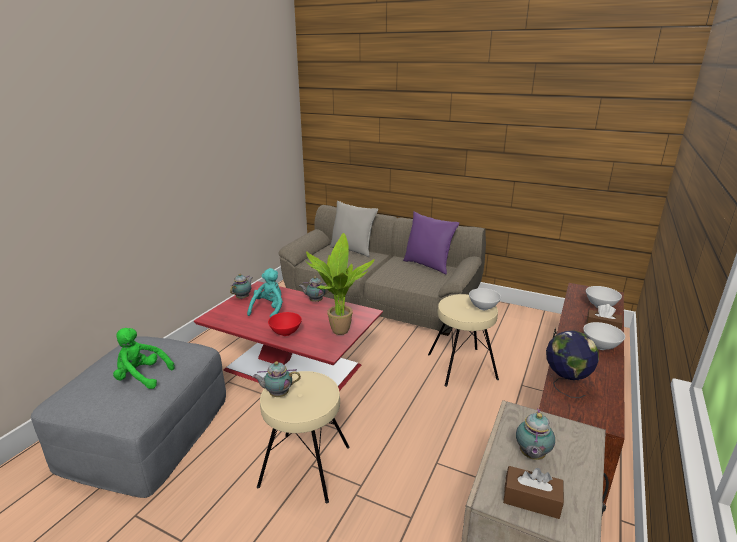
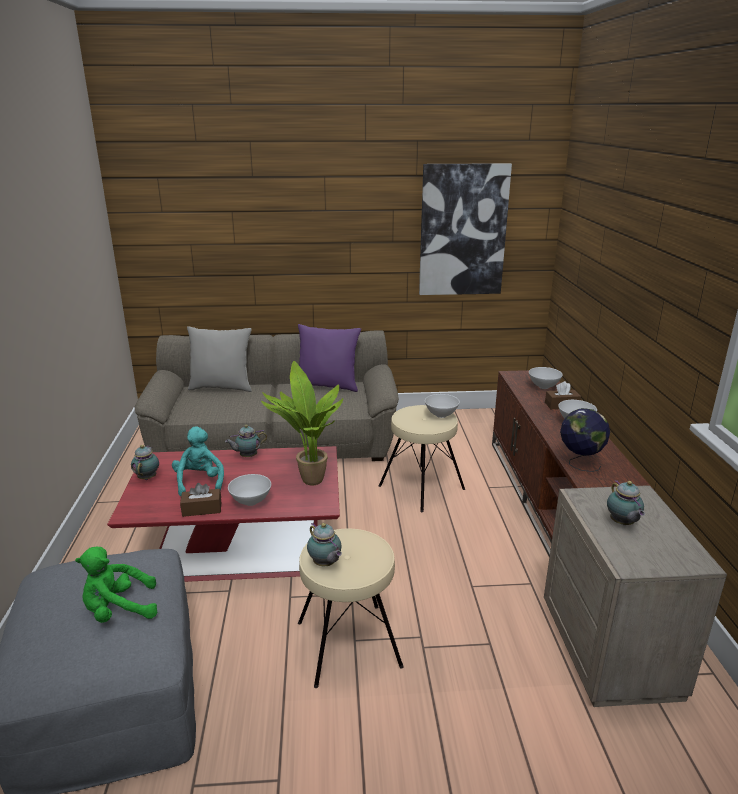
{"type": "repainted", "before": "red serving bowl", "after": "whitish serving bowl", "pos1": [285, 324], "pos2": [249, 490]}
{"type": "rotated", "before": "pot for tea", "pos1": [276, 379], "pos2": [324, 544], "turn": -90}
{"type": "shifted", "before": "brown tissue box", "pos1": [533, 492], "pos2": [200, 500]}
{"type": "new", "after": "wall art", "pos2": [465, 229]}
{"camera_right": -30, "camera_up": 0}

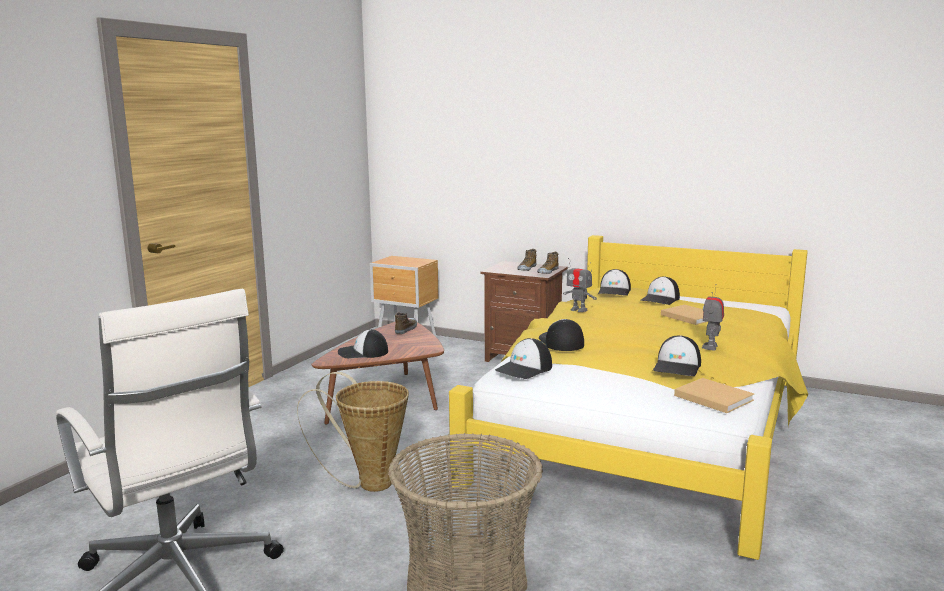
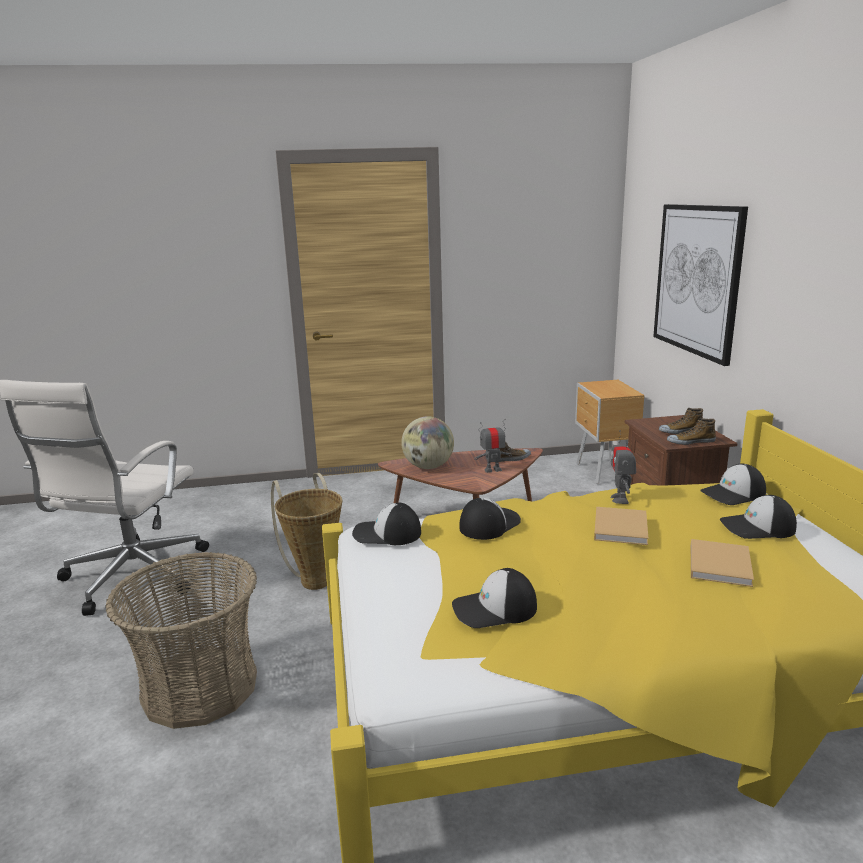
{"type": "shifted", "before": "robot figure", "pos1": [713, 317], "pos2": [493, 446]}
{"type": "swapped", "before": "baseball cap", "after": "globe", "pos1": [363, 343], "pos2": [427, 442]}
{"type": "shifted", "before": "sand-coloured bound book", "pos1": [714, 395], "pos2": [621, 526]}
{"type": "new", "after": "wall art", "pos2": [700, 285]}
{"camera_right": 55, "camera_up": 5}

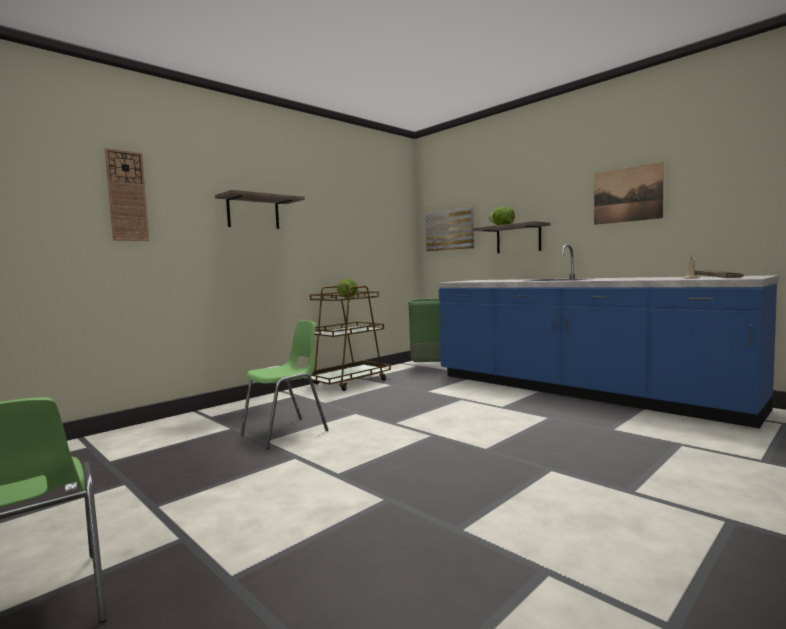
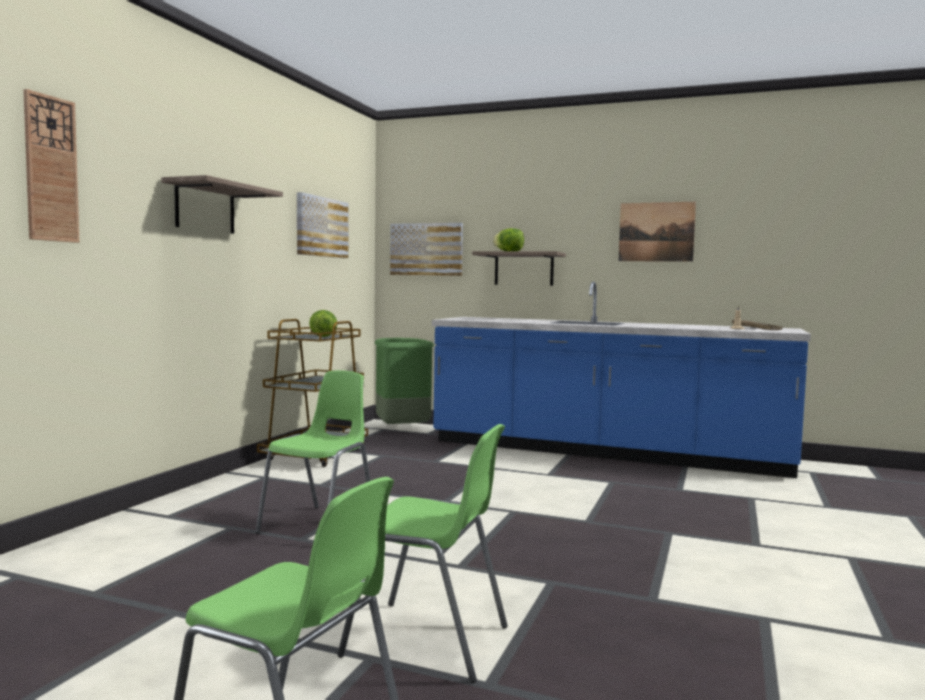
{"type": "new", "after": "wall art", "pos2": [323, 225]}
{"type": "new", "after": "green plain chair", "pos2": [422, 553]}
{"camera_right": -25, "camera_up": 0}

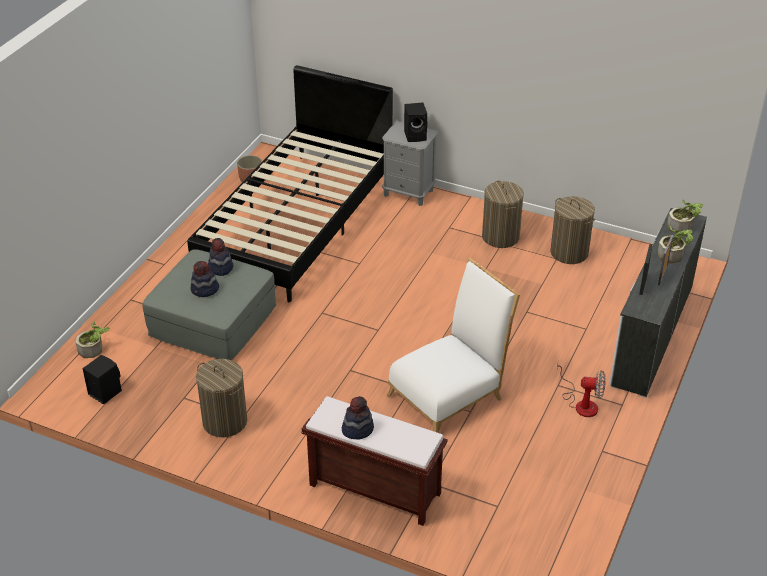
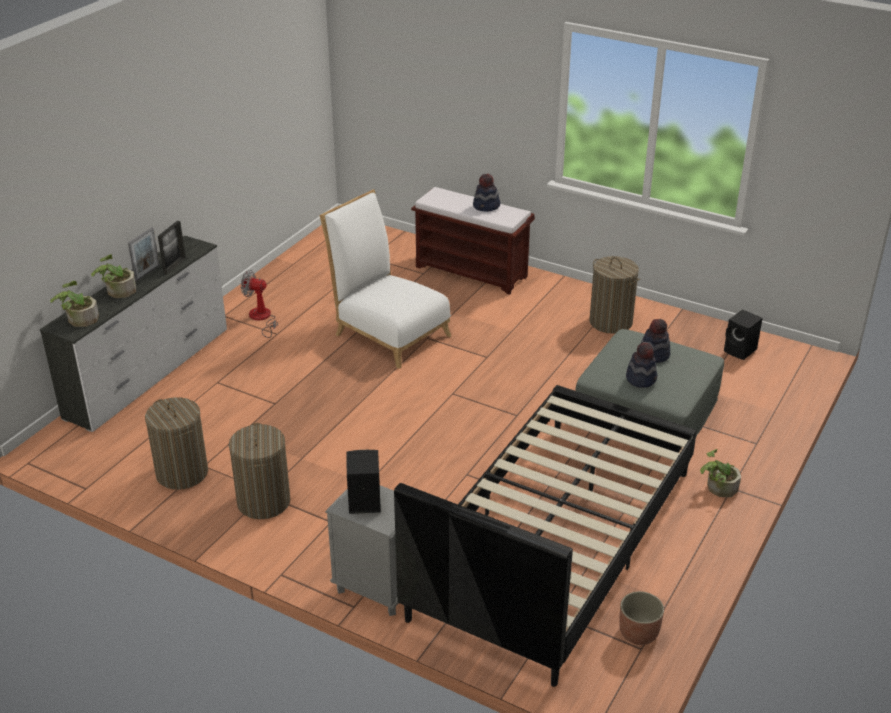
{"type": "rotated", "before": "whitish plain chair", "pos1": [453, 345], "pos2": [385, 279], "turn": 75}
{"type": "shifted", "before": "potted plant", "pos1": [93, 340], "pos2": [720, 473]}
{"camera_right": -175, "camera_up": -5}

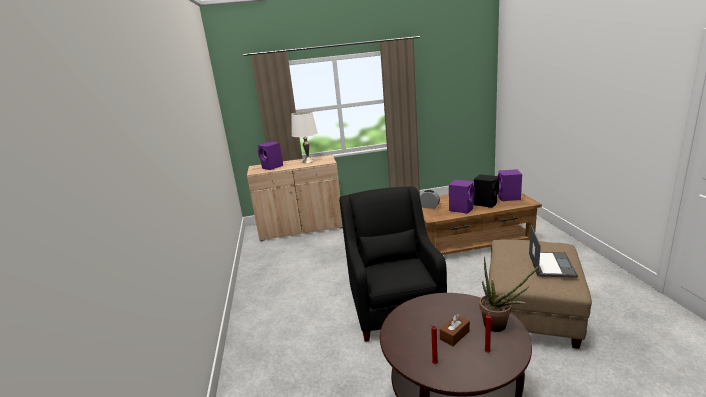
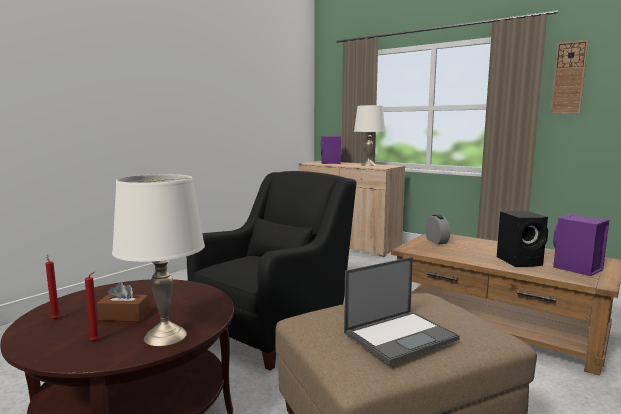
{"type": "gone", "before": "purple-coloured audio speaker", "pos1": [462, 197]}
{"type": "swapped", "before": "potted plant", "after": "whitish table lamp", "pos1": [509, 294], "pos2": [158, 260]}
{"type": "new", "after": "wall clock", "pos2": [569, 77]}
{"camera_right": 45, "camera_up": -10}

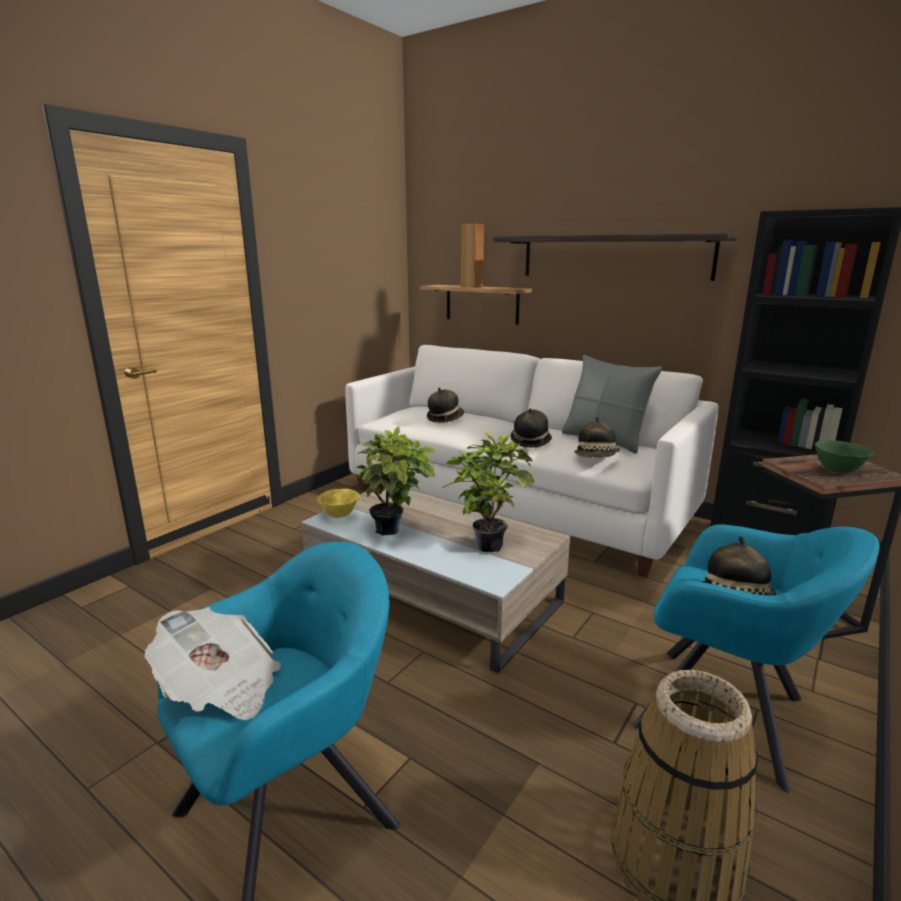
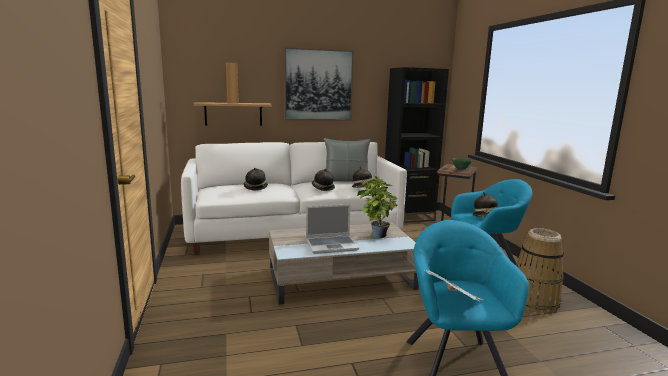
{"type": "swapped", "before": "wall shelf", "after": "wall art", "pos1": [616, 257], "pos2": [319, 83]}
{"type": "swapped", "before": "potted plant", "after": "notebook computer", "pos1": [396, 481], "pos2": [332, 229]}
{"type": "gone", "before": "yellow-coloured serving bowl", "pos1": [338, 503]}
{"camera_right": -50, "camera_up": -5}

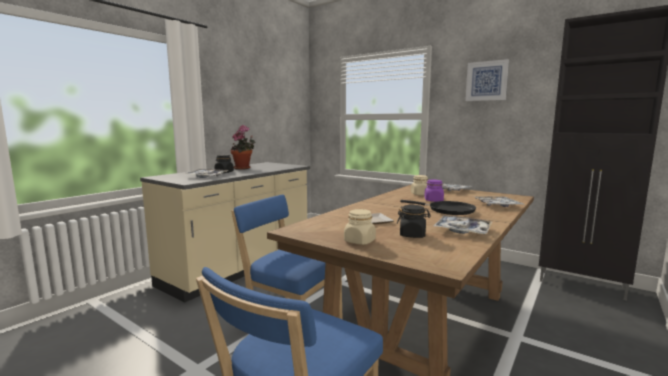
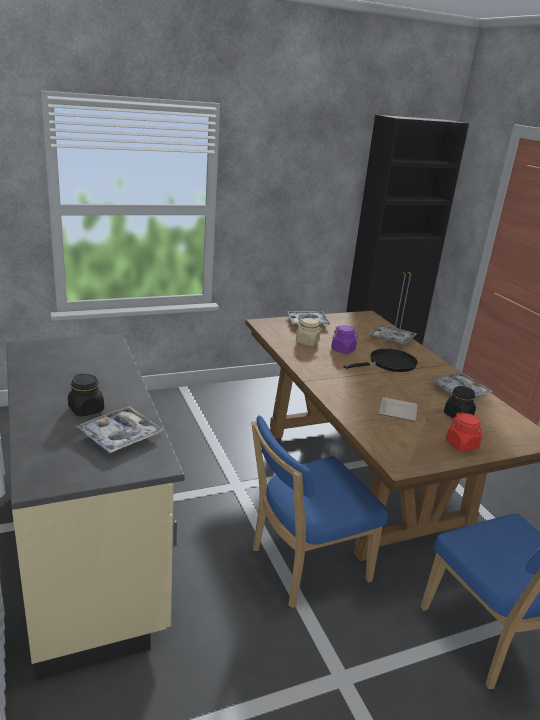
{"type": "gone", "before": "wall art", "pos1": [487, 80]}
{"type": "gone", "before": "potted plant", "pos1": [243, 147]}
{"type": "repainted", "before": "sand-coloured jar", "after": "red jar", "pos1": [360, 227], "pos2": [464, 432]}
{"camera_right": -60, "camera_up": 15}

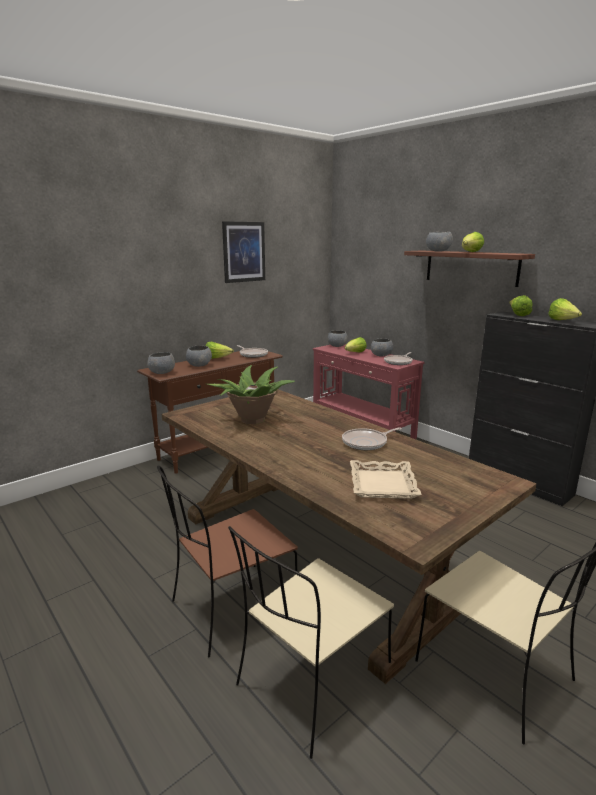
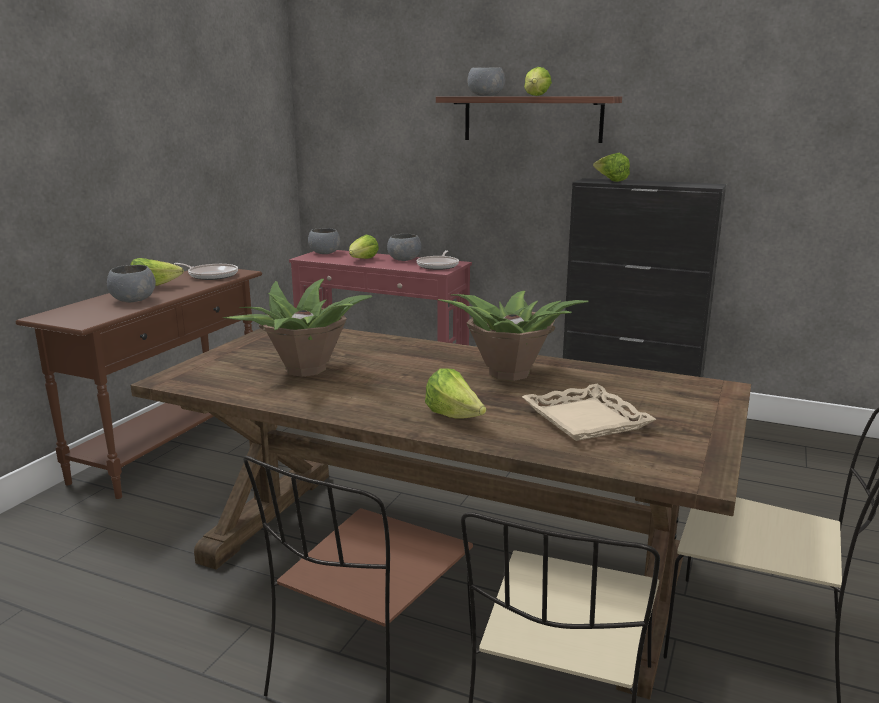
{"type": "gone", "before": "wall art", "pos1": [243, 252]}
{"type": "shifted", "before": "head of lettuce", "pos1": [565, 309], "pos2": [455, 393]}
{"type": "gone", "before": "gray serving bowl", "pos1": [161, 363]}
{"type": "swapped", "before": "pan", "after": "potted plant", "pos1": [372, 438], "pos2": [513, 336]}
{"camera_right": -25, "camera_up": 0}

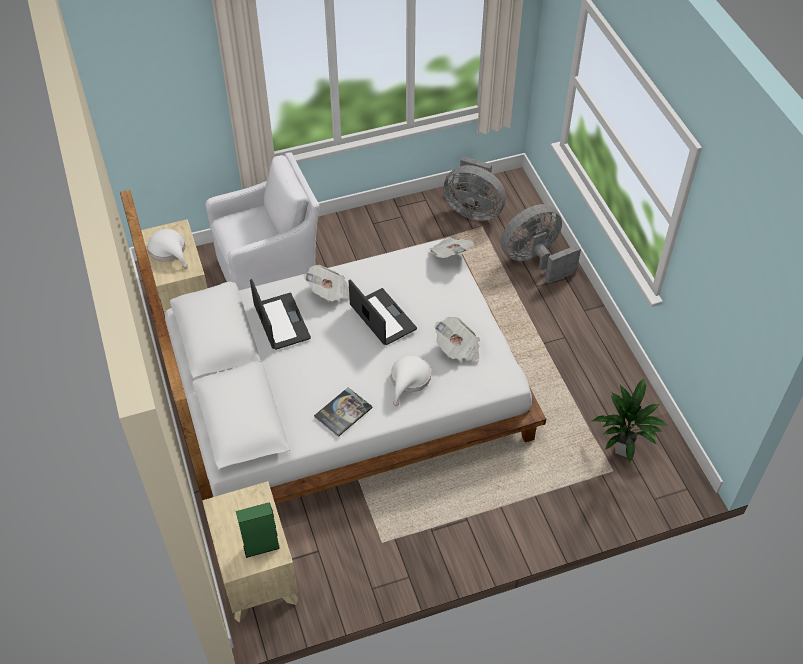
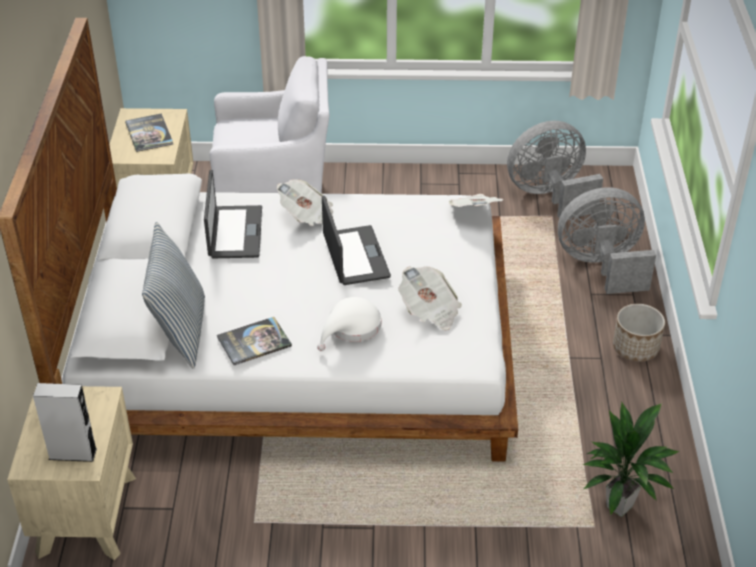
{"type": "rotated", "before": "gray electric fan", "pos1": [474, 188], "pos2": [555, 169], "turn": 120}
{"type": "swapped", "before": "whitish hat", "after": "bound book", "pos1": [167, 249], "pos2": [149, 132]}
{"type": "repainted", "before": "green audio speaker", "after": "gray audio speaker", "pos1": [258, 530], "pos2": [65, 422]}
{"type": "new", "after": "throw pillow", "pos2": [173, 295]}
{"type": "new", "after": "planter", "pos2": [639, 333]}
{"camera_right": 20, "camera_up": -10}

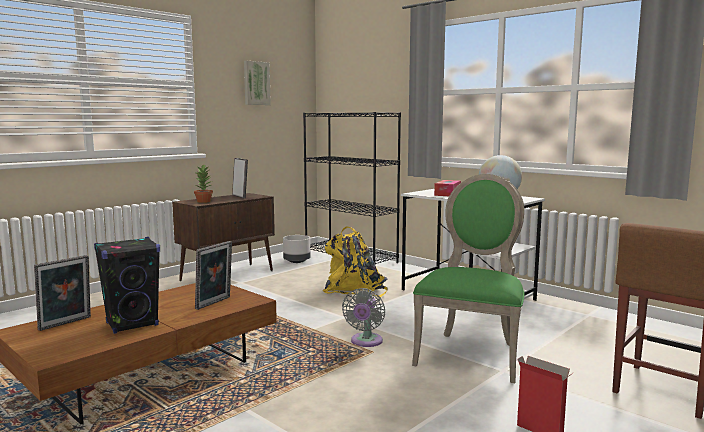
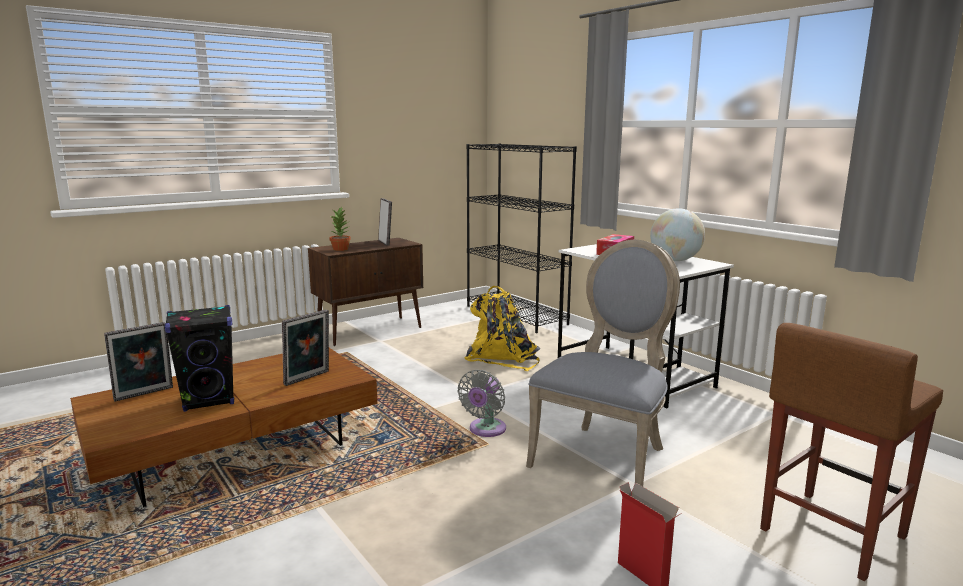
{"type": "gone", "before": "wall art", "pos1": [257, 82]}
{"type": "repainted", "before": "green plain chair", "after": "gray plain chair", "pos1": [468, 278], "pos2": [603, 363]}
{"type": "gone", "before": "gray planter", "pos1": [296, 249]}
{"camera_right": 10, "camera_up": 5}

